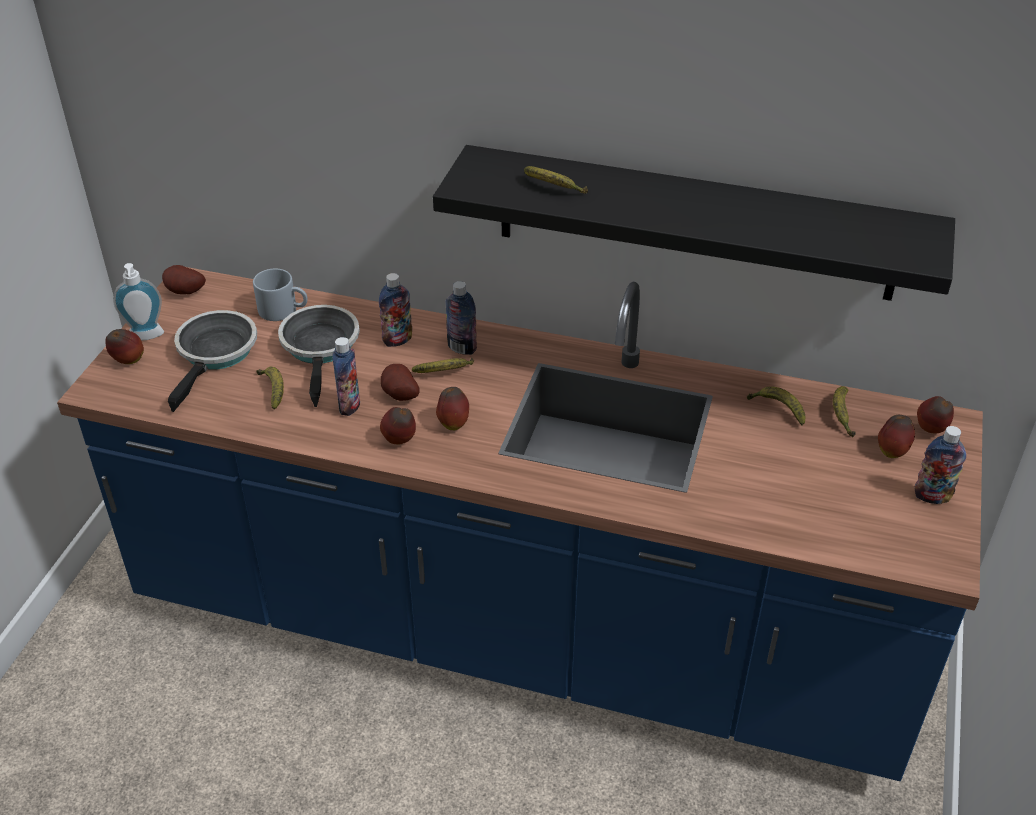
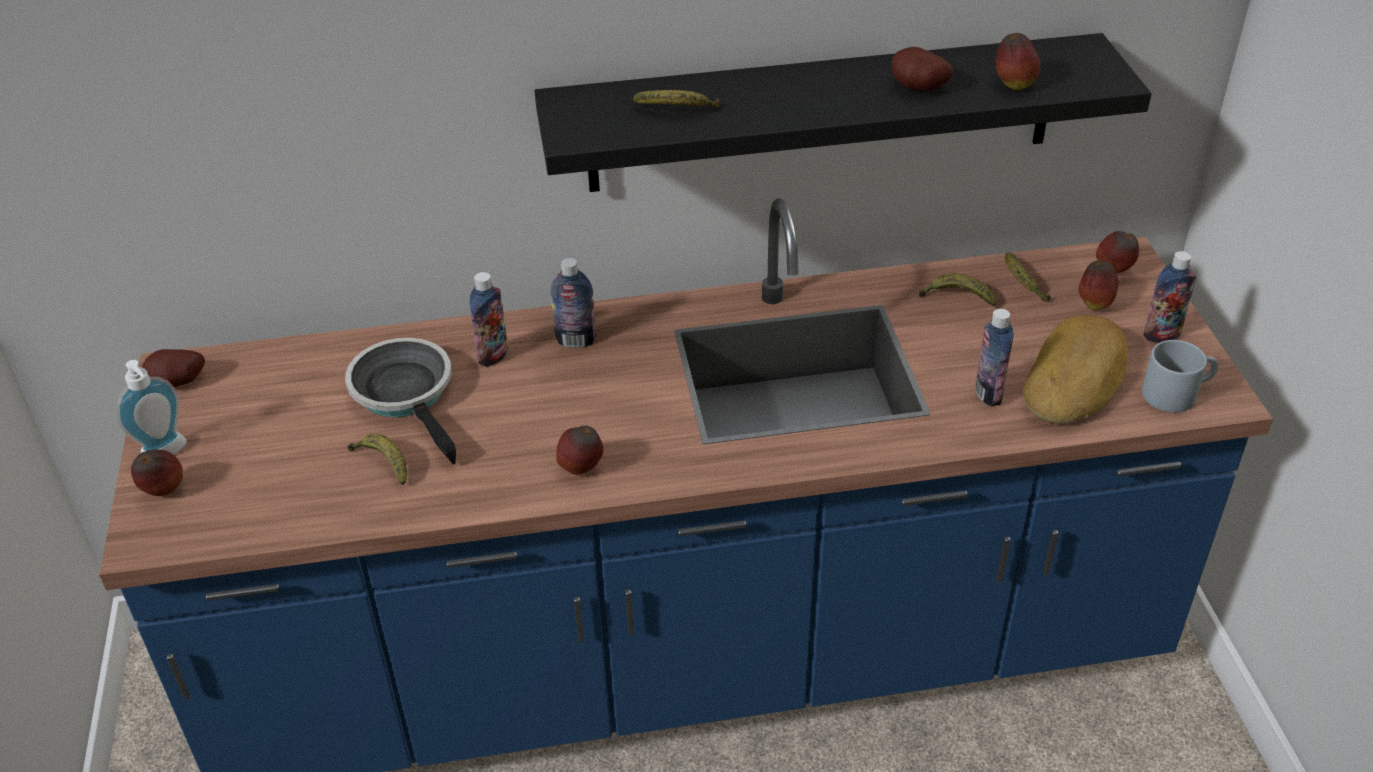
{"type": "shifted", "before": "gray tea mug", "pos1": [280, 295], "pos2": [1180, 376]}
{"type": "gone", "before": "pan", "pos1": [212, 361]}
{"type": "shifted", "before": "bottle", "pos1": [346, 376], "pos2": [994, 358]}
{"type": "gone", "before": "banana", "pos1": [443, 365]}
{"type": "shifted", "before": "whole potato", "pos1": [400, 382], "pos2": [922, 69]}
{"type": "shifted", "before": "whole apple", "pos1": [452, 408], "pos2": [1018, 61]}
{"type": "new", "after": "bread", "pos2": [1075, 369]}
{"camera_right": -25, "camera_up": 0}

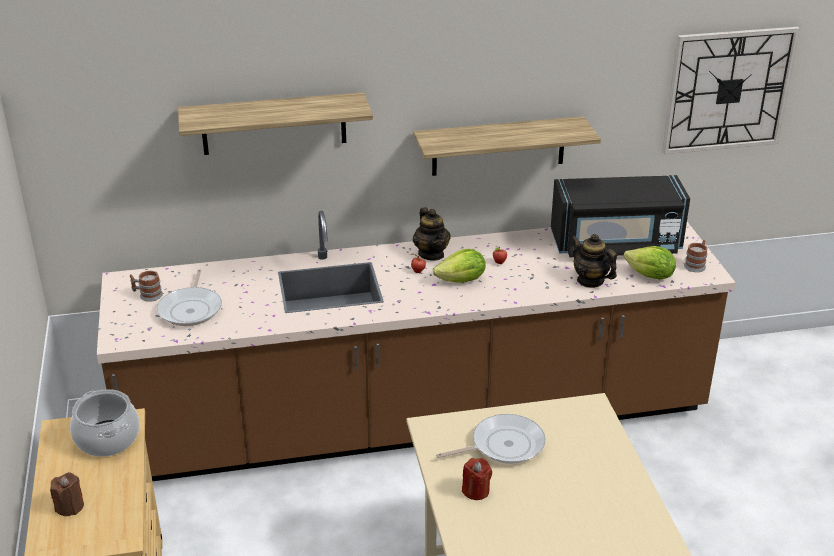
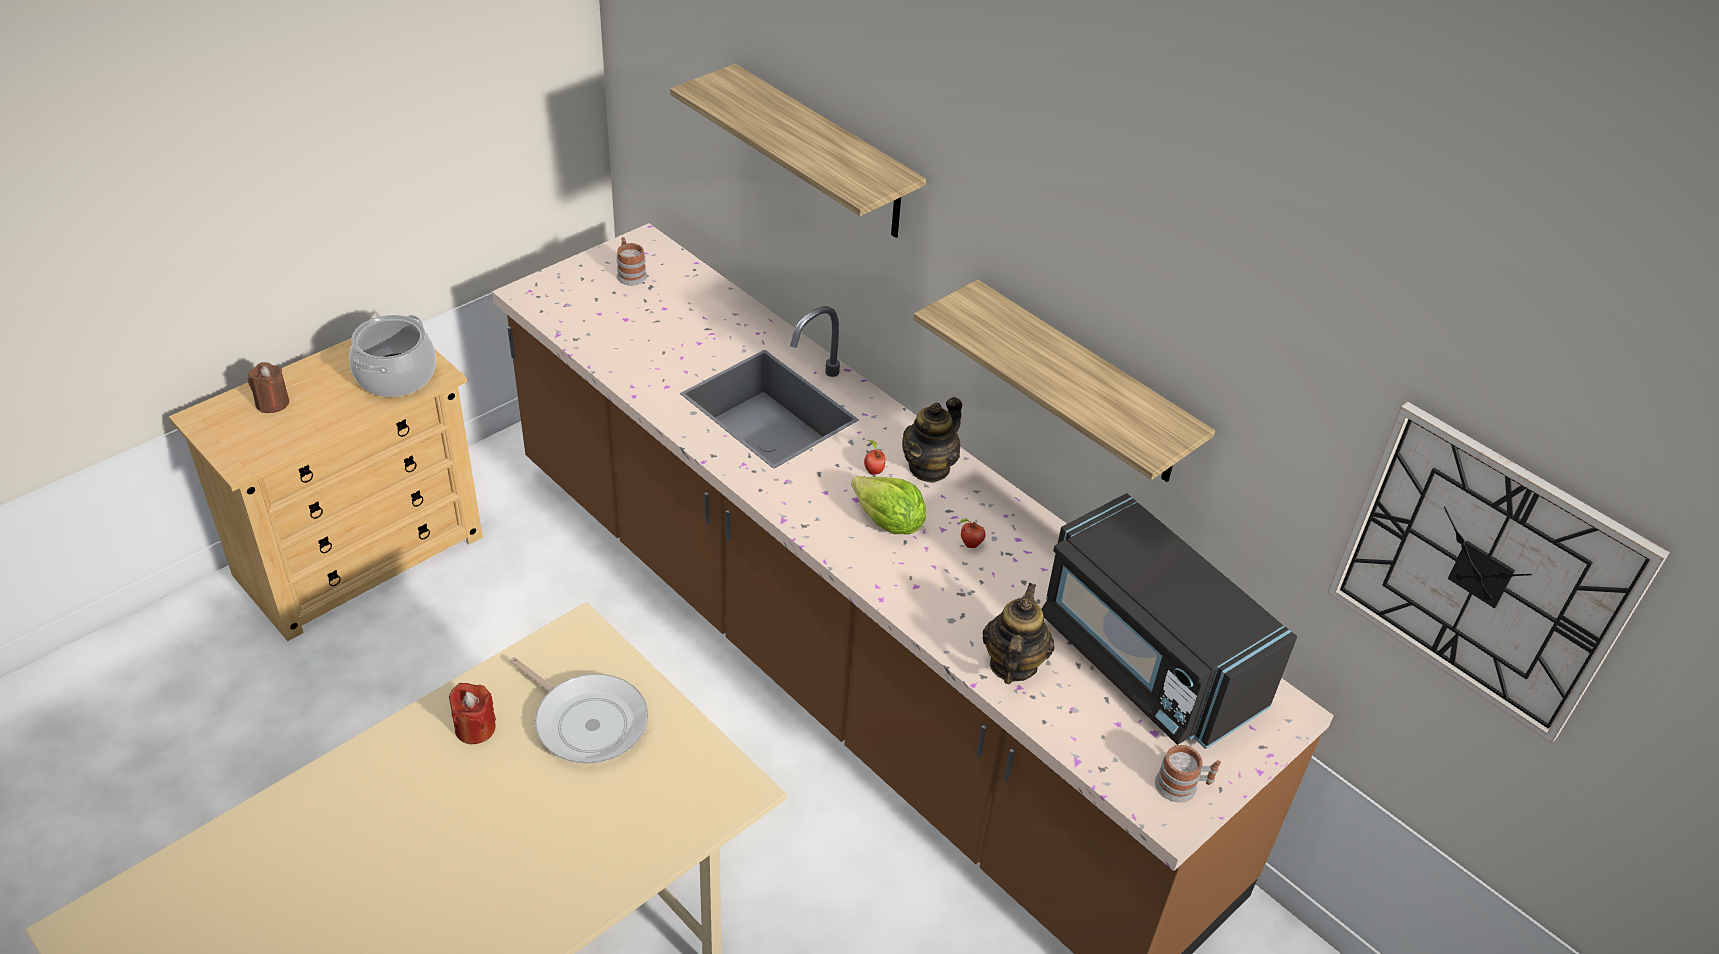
{"type": "gone", "before": "head of lettuce", "pos1": [649, 263]}
{"type": "gone", "before": "pan", "pos1": [189, 297]}
{"camera_right": 55, "camera_up": 10}

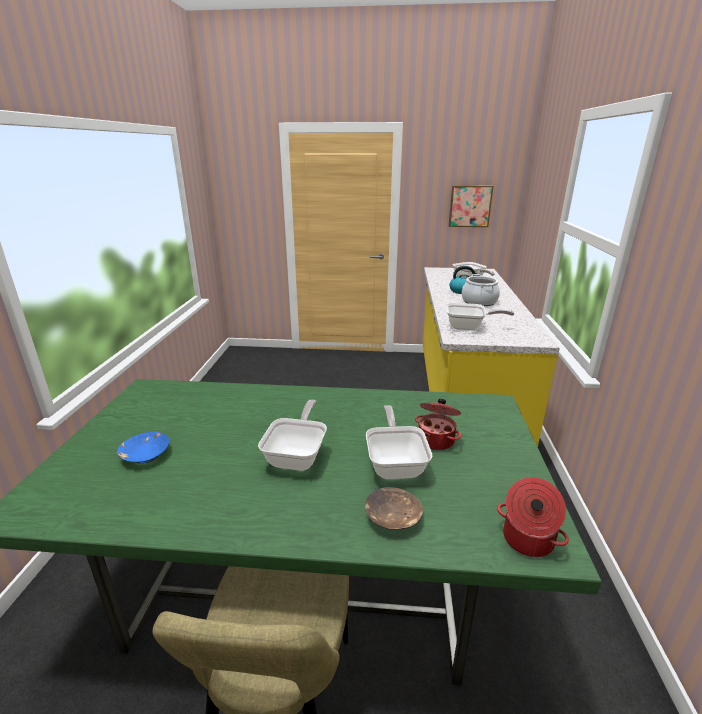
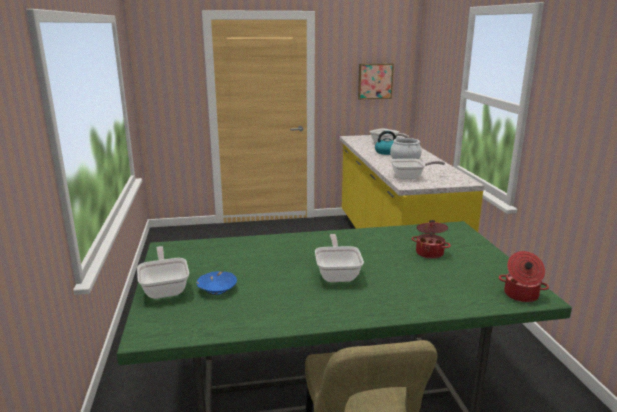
{"type": "shifted", "before": "pan", "pos1": [399, 442], "pos2": [163, 272]}
{"type": "gone", "before": "brown serving bowl", "pos1": [394, 508]}
{"camera_right": -15, "camera_up": -5}

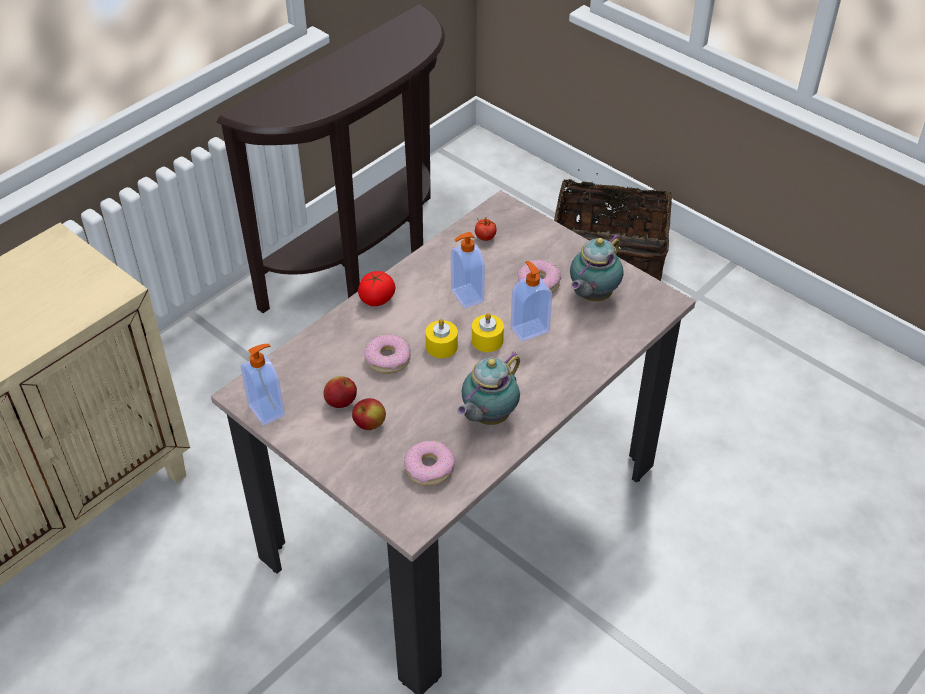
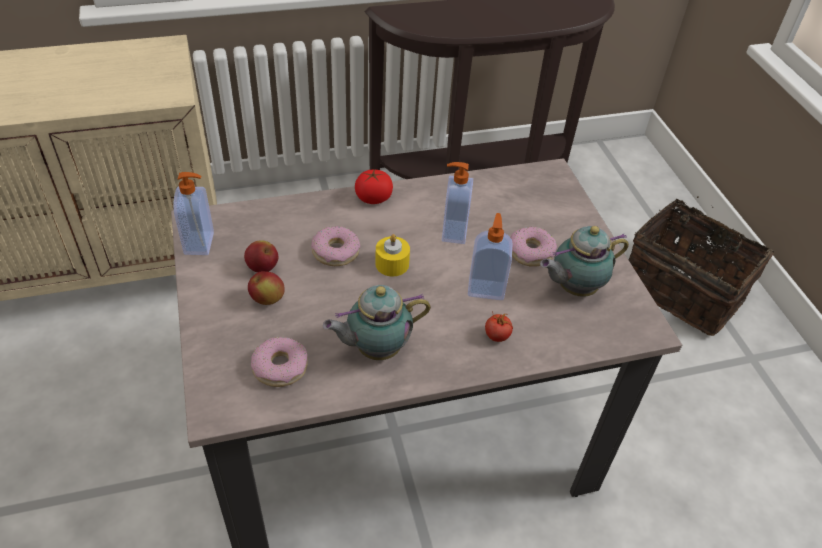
{"type": "shifted", "before": "tomato", "pos1": [486, 229], "pos2": [499, 326]}
{"type": "gone", "before": "yellow-coloured wax candle", "pos1": [488, 332]}
{"camera_right": 30, "camera_up": 0}

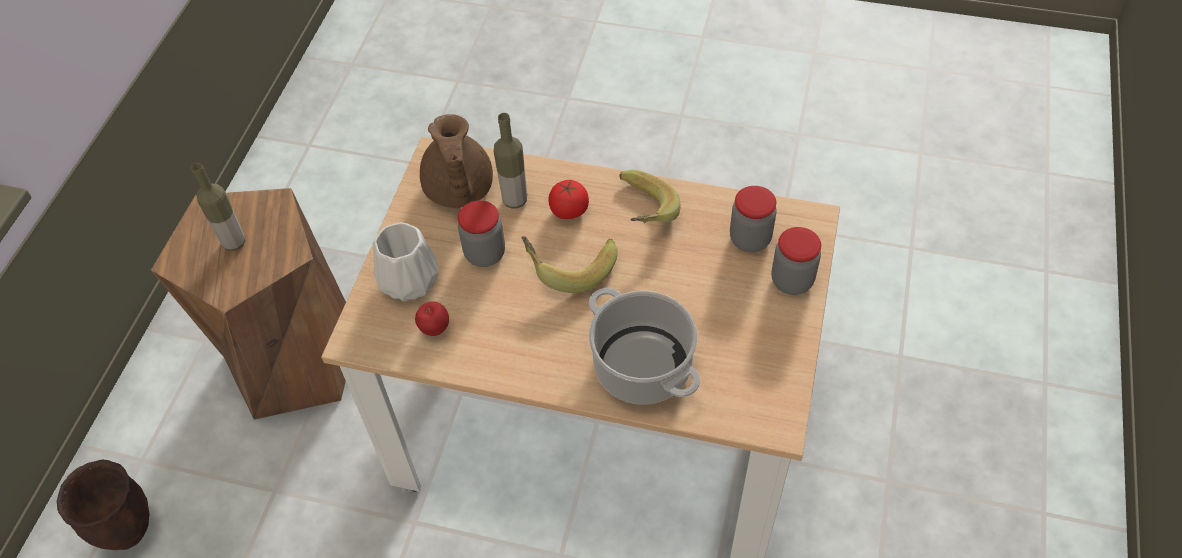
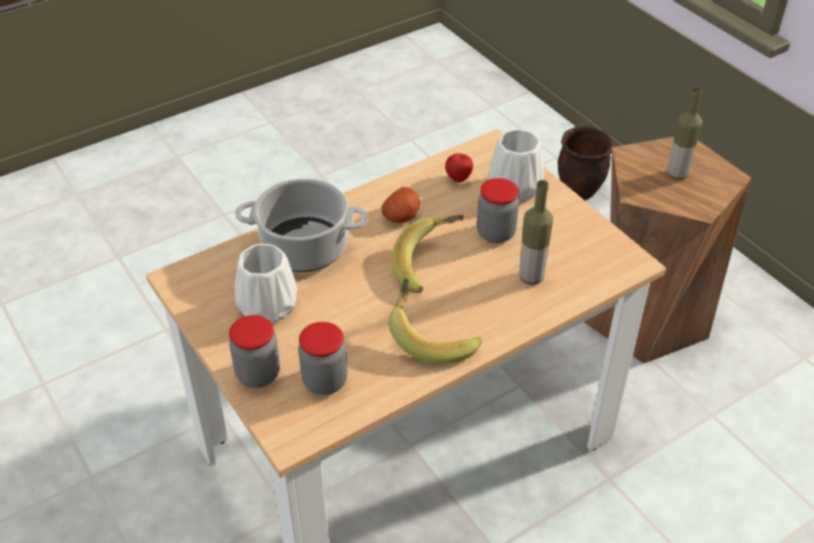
{"type": "gone", "before": "brown pot for tea", "pos1": [456, 161]}
{"type": "gone", "before": "tomato", "pos1": [568, 199]}
{"type": "new", "after": "whole potato", "pos2": [401, 205]}
{"type": "new", "after": "whitish vase", "pos2": [266, 283]}
{"camera_right": 130, "camera_up": -10}

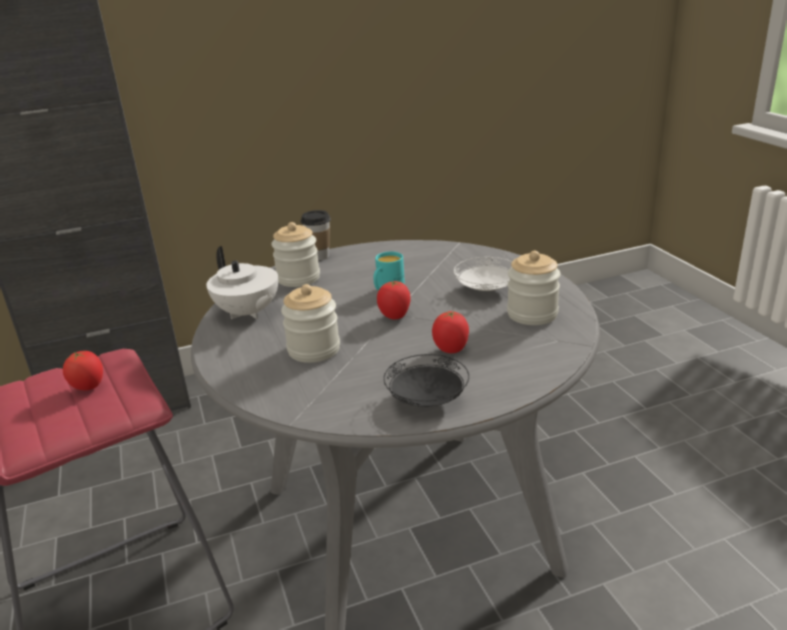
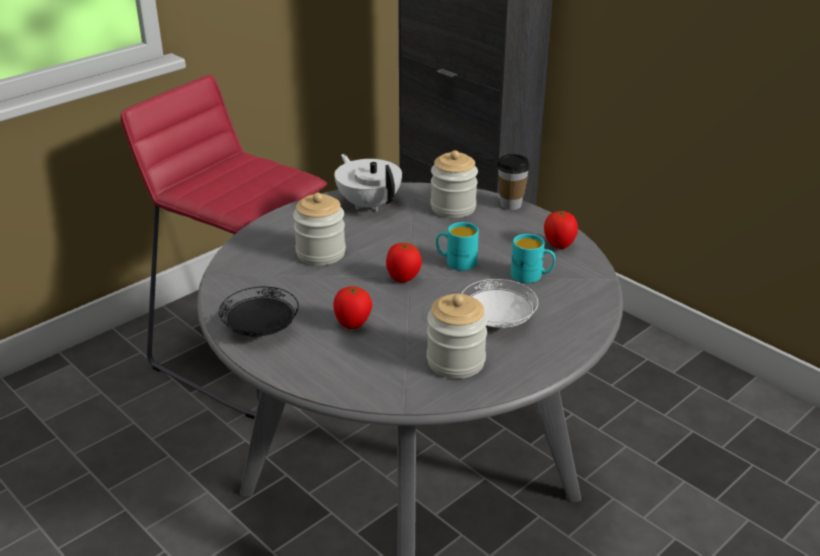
{"type": "rotated", "before": "whitish pot for tea", "pos1": [242, 282], "pos2": [368, 182], "turn": 120}
{"type": "shifted", "before": "tomato", "pos1": [83, 371], "pos2": [561, 230]}
{"type": "new", "after": "turquoise-coloured tea mug", "pos2": [533, 258]}
{"camera_right": 65, "camera_up": 5}

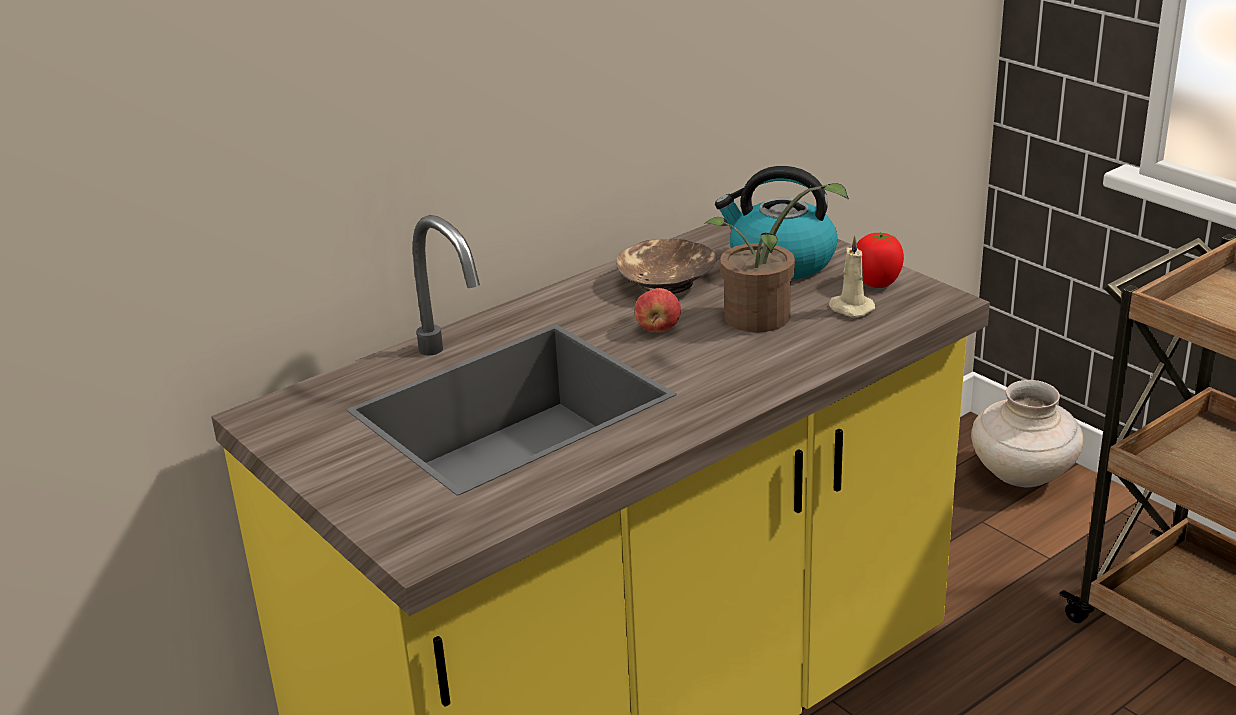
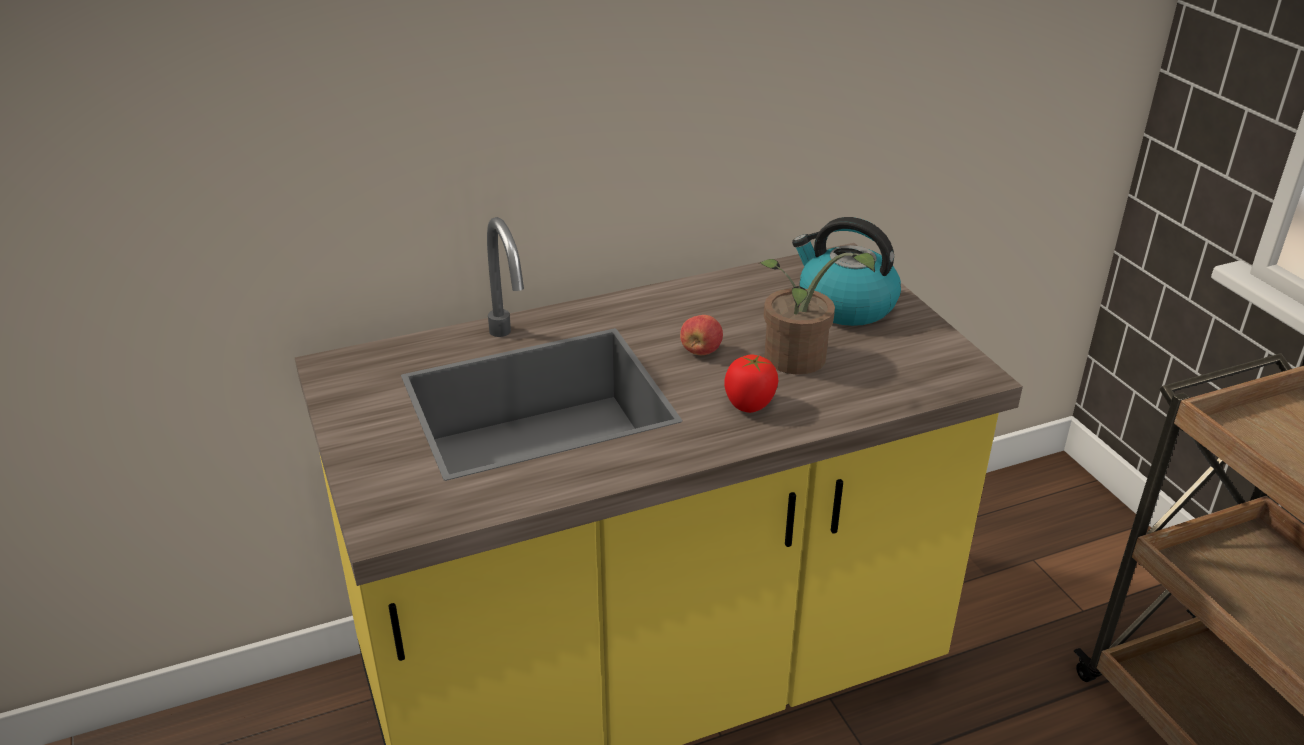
{"type": "shifted", "before": "tomato", "pos1": [880, 260], "pos2": [751, 384]}
{"type": "gone", "before": "sand-coloured wax candle", "pos1": [852, 276]}
{"type": "gone", "before": "brown serving bowl", "pos1": [666, 266]}
{"type": "gone", "before": "sand-coloured vase", "pos1": [1027, 433]}
{"camera_right": 15, "camera_up": 5}

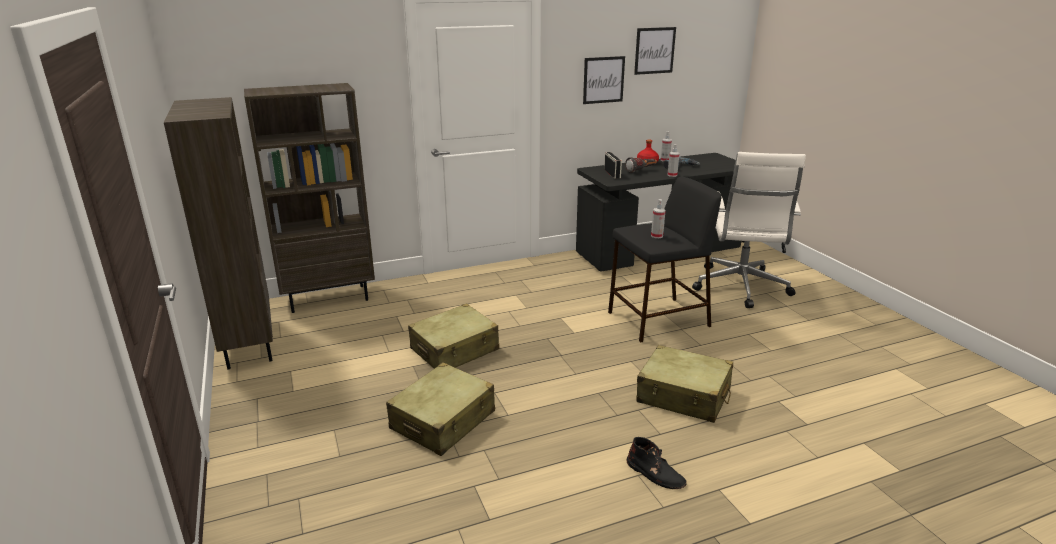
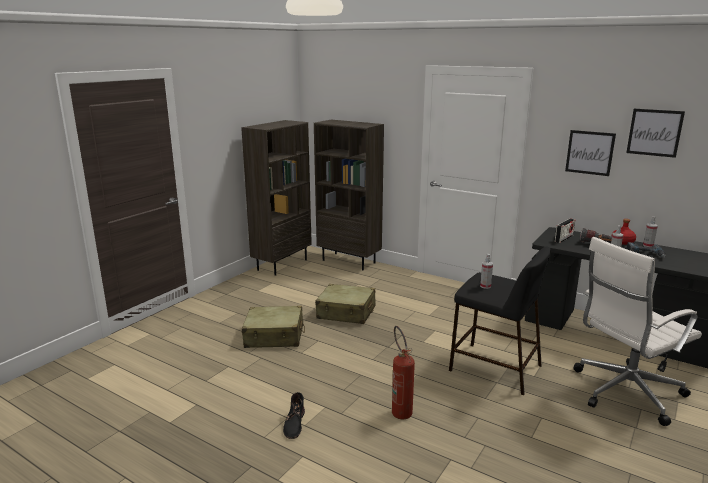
{"type": "swapped", "before": "sand-coloured travel case", "after": "fire-fighting cylinder", "pos1": [685, 384], "pos2": [403, 372]}
{"camera_right": 55, "camera_up": -5}

